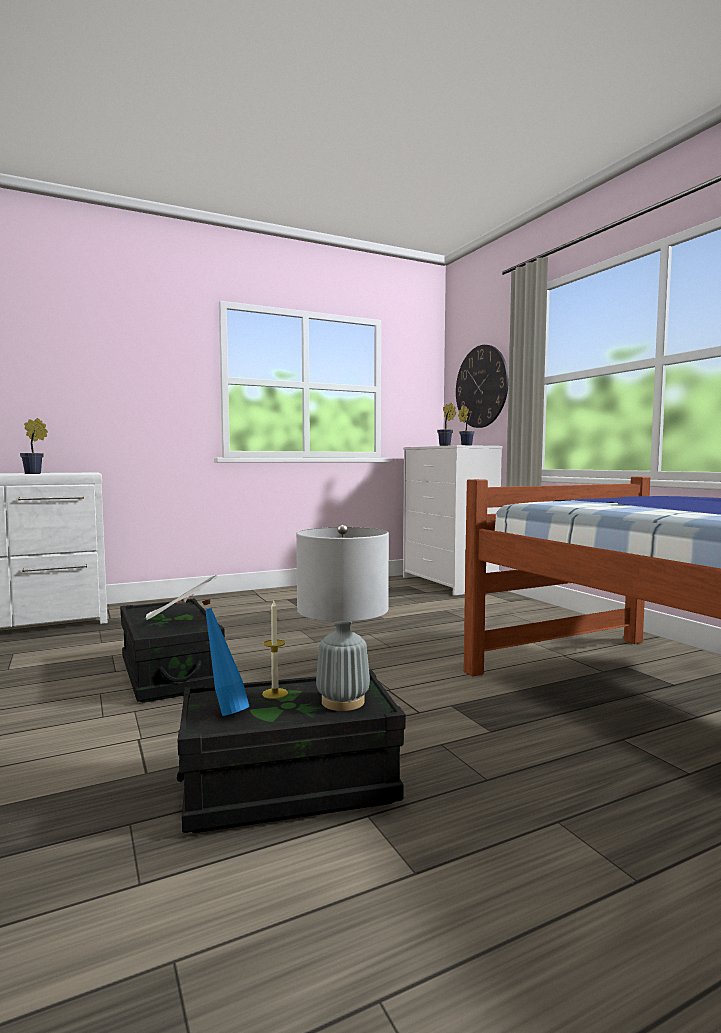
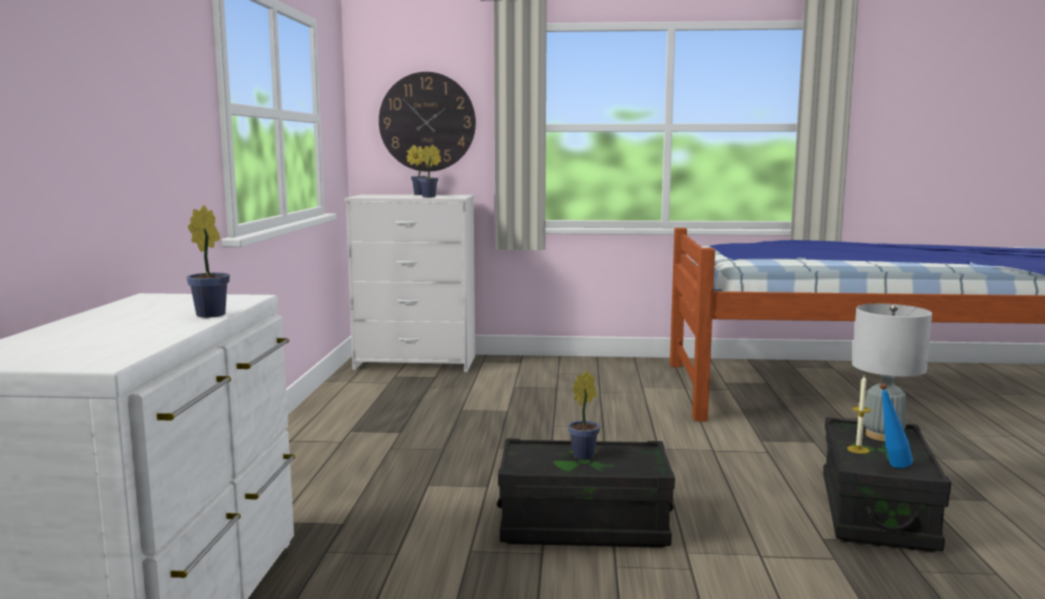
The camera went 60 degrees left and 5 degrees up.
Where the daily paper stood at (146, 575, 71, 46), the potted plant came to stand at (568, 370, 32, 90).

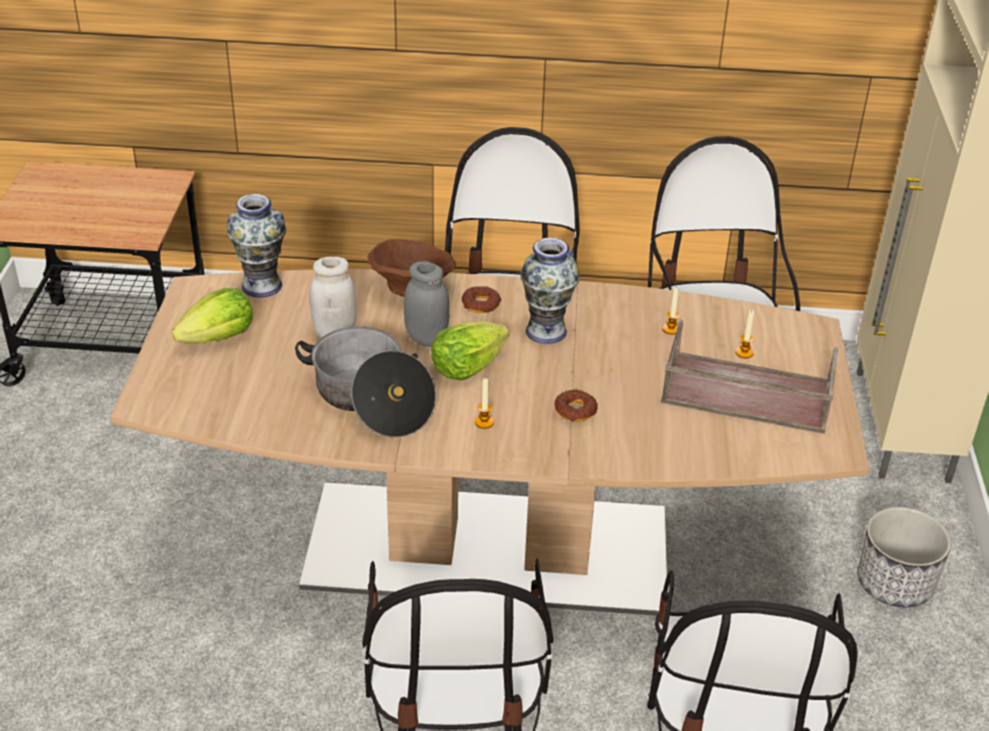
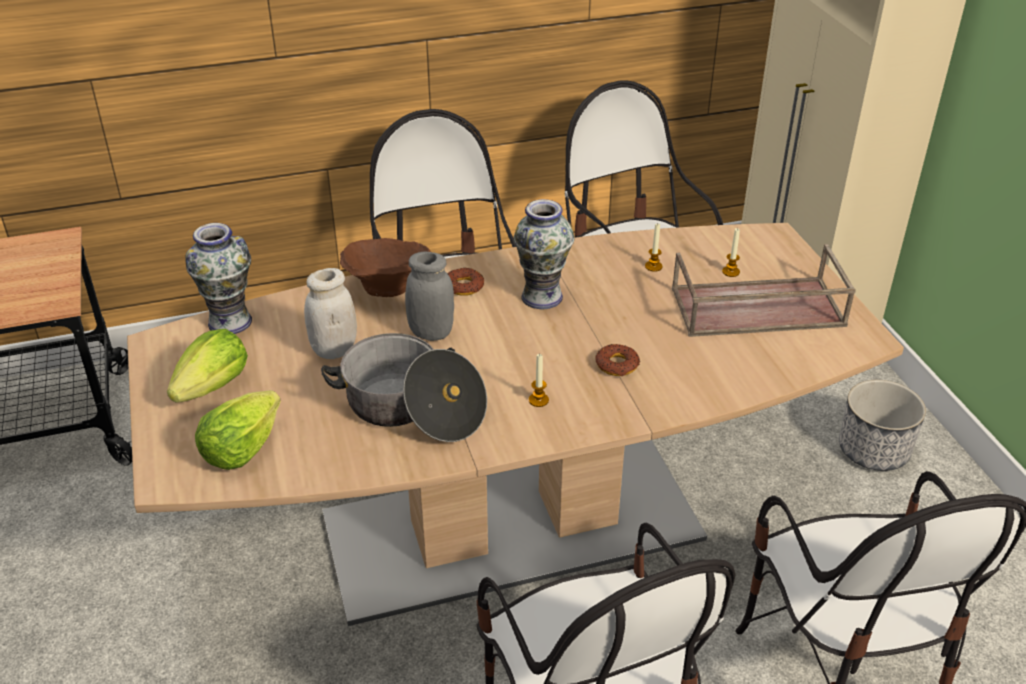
The camera went 20 degrees left and 0 degrees up.
The lettuce head ended up elsewhere, having gone from (431, 321, 78, 59) to (195, 390, 86, 80).

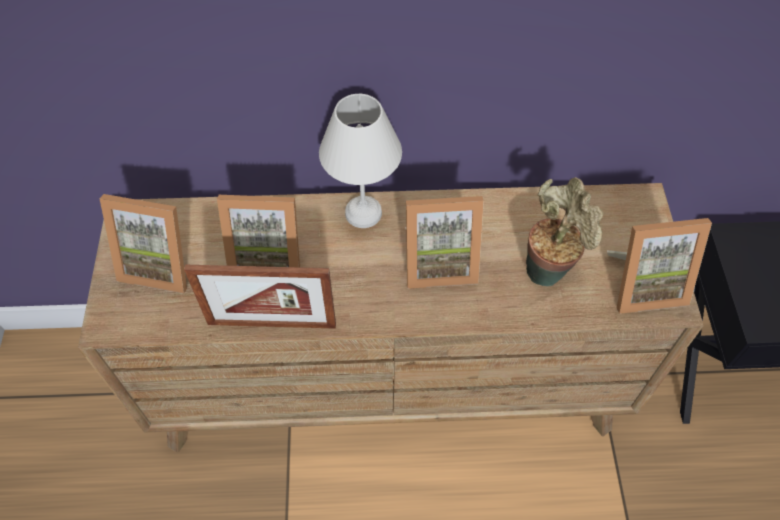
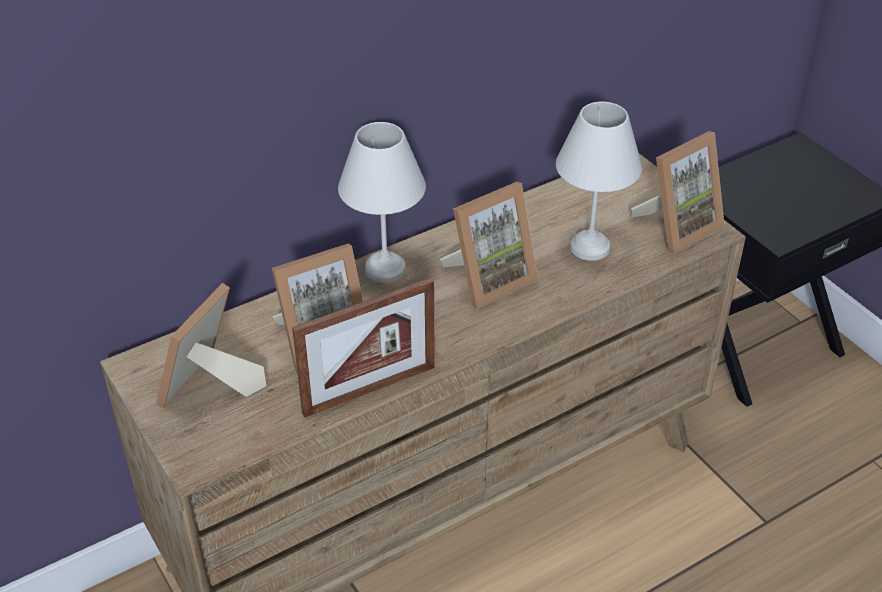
The camera went 30 degrees left and 15 degrees down.
The photo frame at (99, 194, 88, 100) ended up facing another way, 135 degrees clockwise from before.
Where the potted plant stood at (526, 177, 77, 109), the white-coloured lamp for a table came to stand at (556, 102, 86, 159).

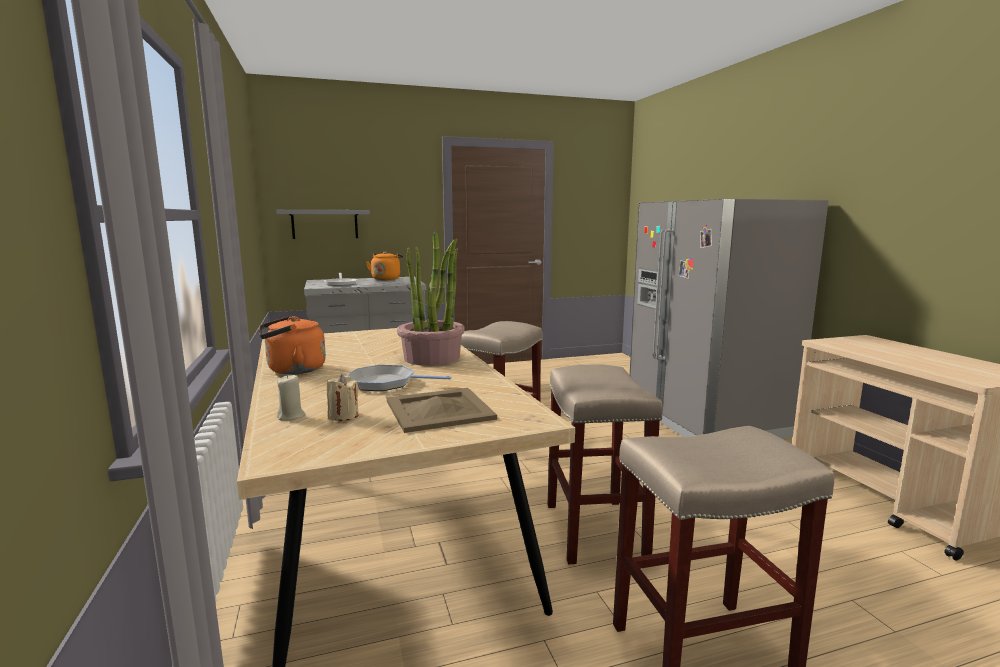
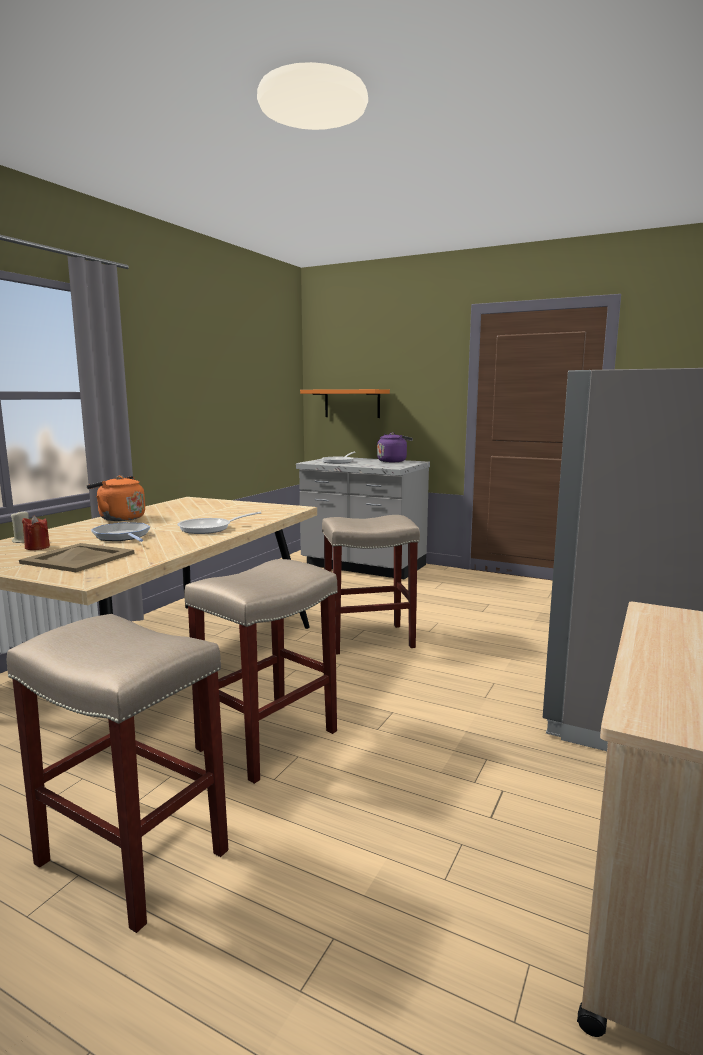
The camera went 45 degrees right and 0 degrees up.
What was the beige-coloured wax light at (327, 374, 32, 47) turned into the red-coloured wax light at (22, 515, 28, 35).
Where the potted plant stood at (397, 231, 68, 135), the skillet came to stand at (177, 512, 85, 22).
What was the greyish wall shelf at (276, 210, 94, 29) turned into the orangey wall shelf at (300, 389, 90, 29).
What was the orangey kettle at (366, 251, 37, 29) turned into the purplish kettle at (377, 432, 36, 30).

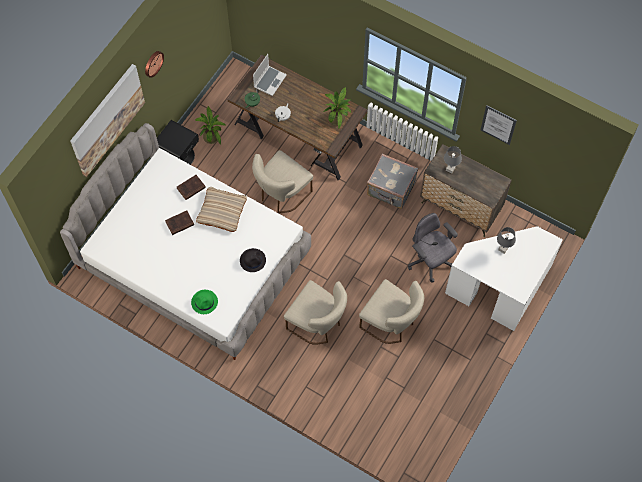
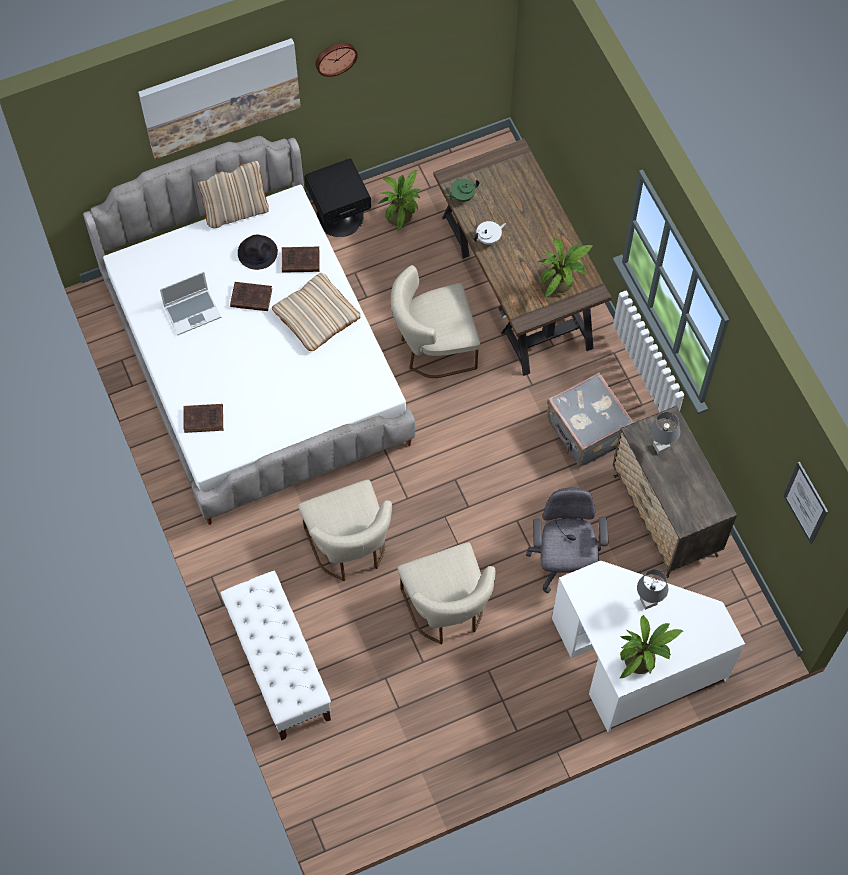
The camera went 35 degrees right and 0 degrees up.
The portable computer ended up elsewhere, having gone from (253, 54, 34, 42) to (160, 271, 61, 64).
Where the green-coloured clothing hat stood at (191, 290, 27, 24), the brown book came to stand at (183, 404, 40, 29).
The second view gained the beige-coloured throw pillow at (198, 161, 71, 67).
The second view gained the white-coloured indoor bench at (221, 571, 110, 170).
The black clothing hat ended up elsewhere, having gone from (240, 248, 26, 24) to (238, 235, 40, 35).
The second view gained the potted plant at (620, 615, 63, 63).
The picture ended up elsewhere, having gone from (481, 105, 36, 40) to (783, 462, 45, 82).

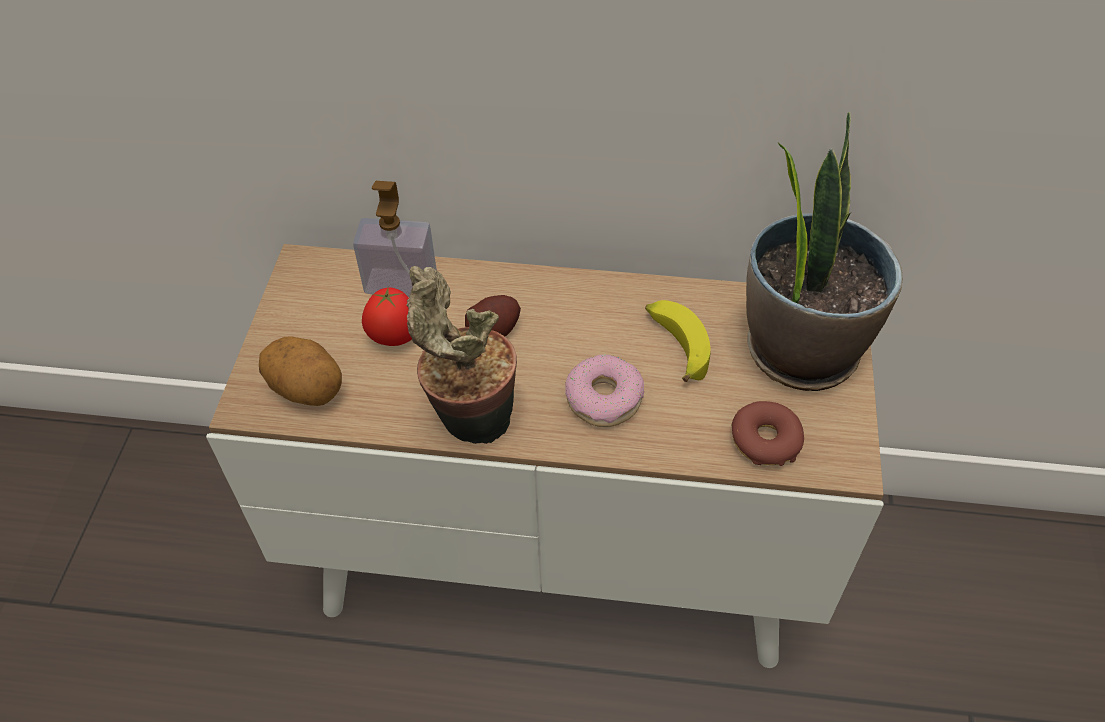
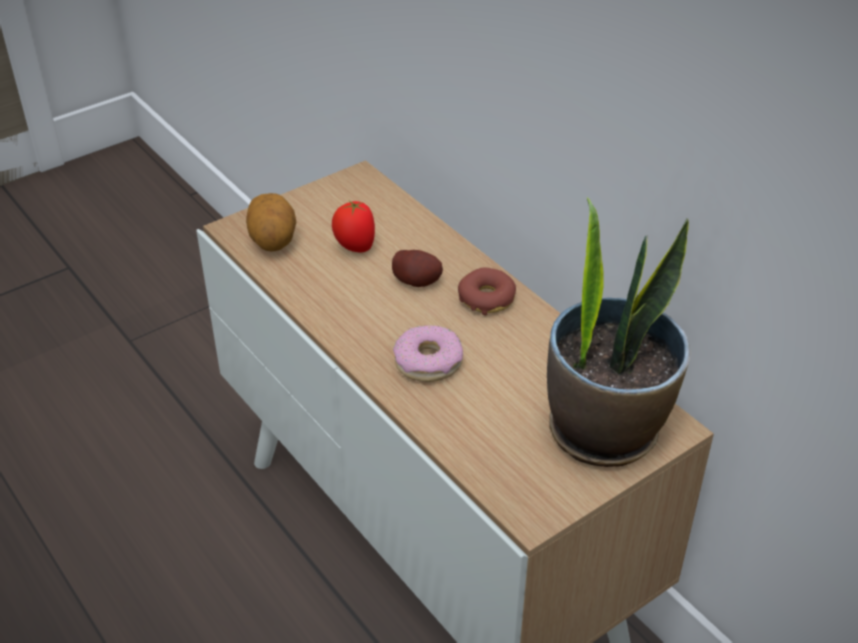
The camera went 45 degrees right and 10 degrees down.
The doughnut ended up elsewhere, having gone from (732, 401, 72, 65) to (458, 267, 58, 48).
The second view lost the liquid soap bottle at (353, 181, 84, 116).
The second view lost the potted plant at (406, 266, 111, 178).
The second view lost the banana fruit at (645, 300, 66, 82).

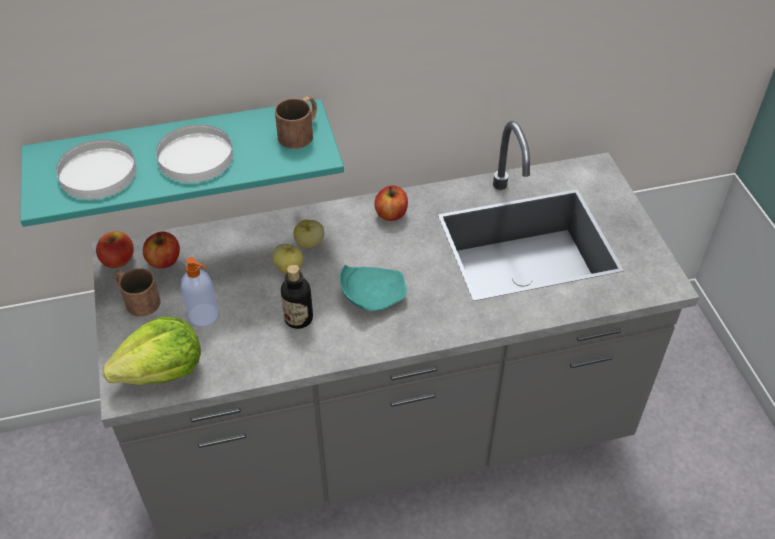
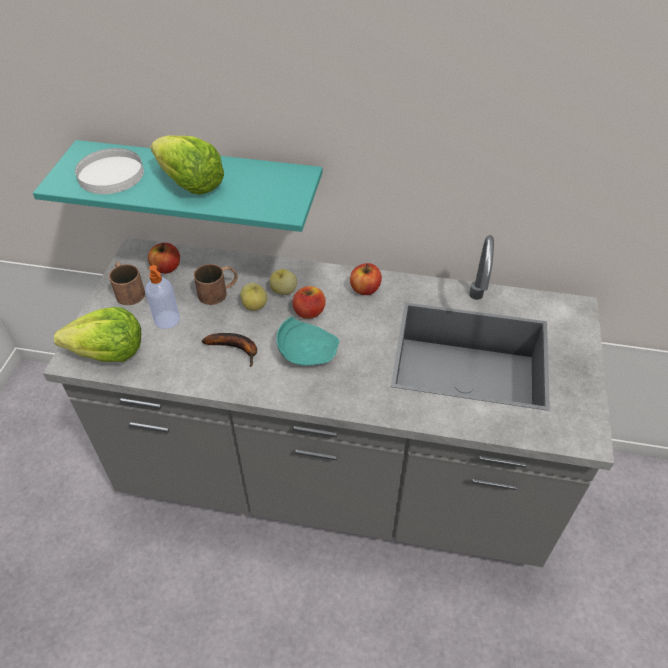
The camera went 25 degrees right and 0 degrees up.
Where the white-coloured dinner plate stood at (156, 124, 77, 59), the lettuce head came to stand at (150, 135, 74, 60).
The brown tea mug ended up elsewhere, having gone from (275, 96, 42, 53) to (194, 264, 44, 41).
Where the drink bottle stood at (281, 265, 32, 64), the banana fruit came to stand at (202, 333, 55, 34).
The whole apple ended up elsewhere, having gone from (96, 231, 38, 37) to (293, 286, 33, 33).

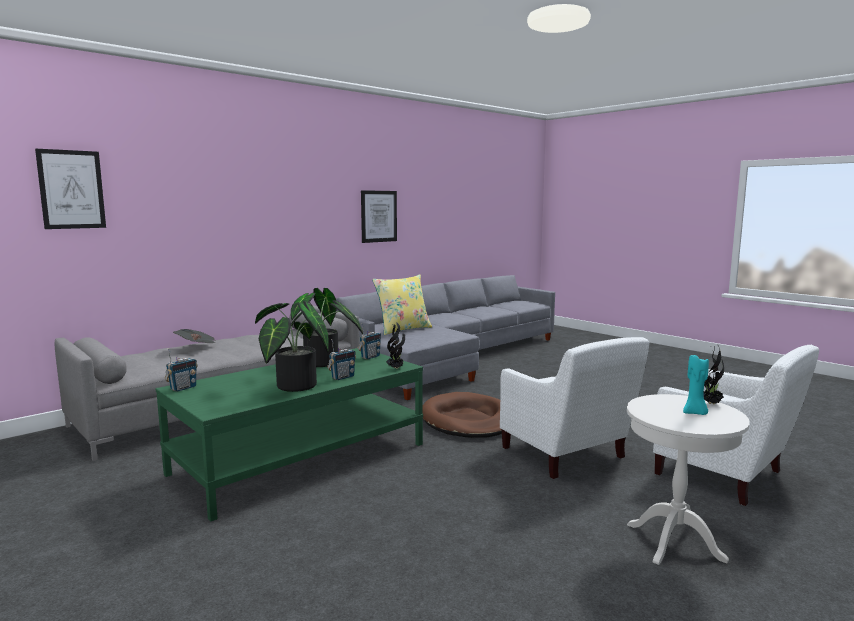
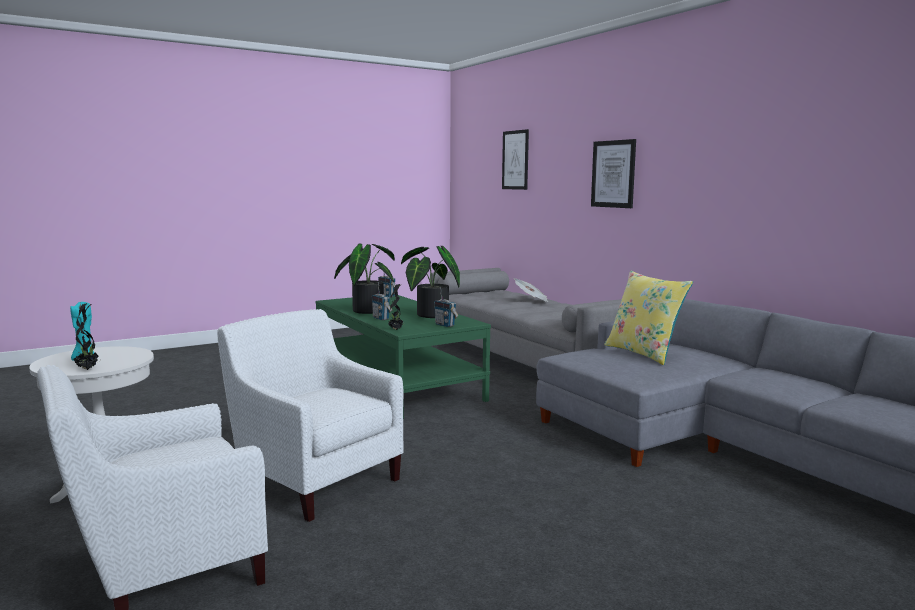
The camera went 100 degrees right and 0 degrees up.
The white-coloured lounge chair at (500, 337, 149, 142) ended up facing another way, 60 degrees clockwise from before.
The picture ended up elsewhere, having gone from (361, 190, 36, 53) to (591, 139, 45, 69).
The second view lost the brown dog bed at (423, 392, 79, 46).

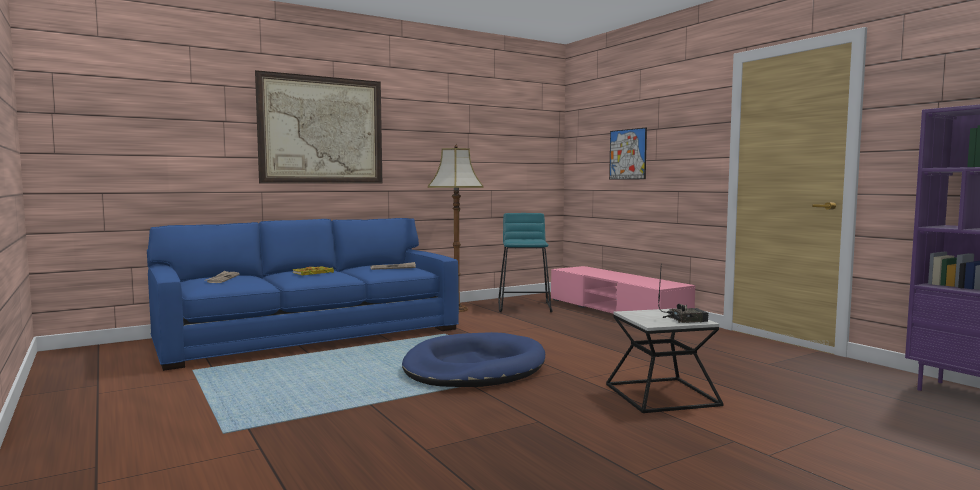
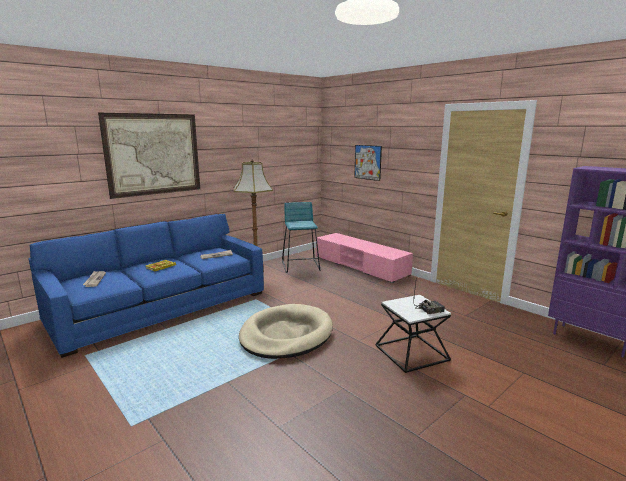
The camera went 10 degrees left and 10 degrees up.
What was the blue dog bed at (402, 332, 143, 55) turned into the beige-coloured dog bed at (239, 304, 94, 55).

